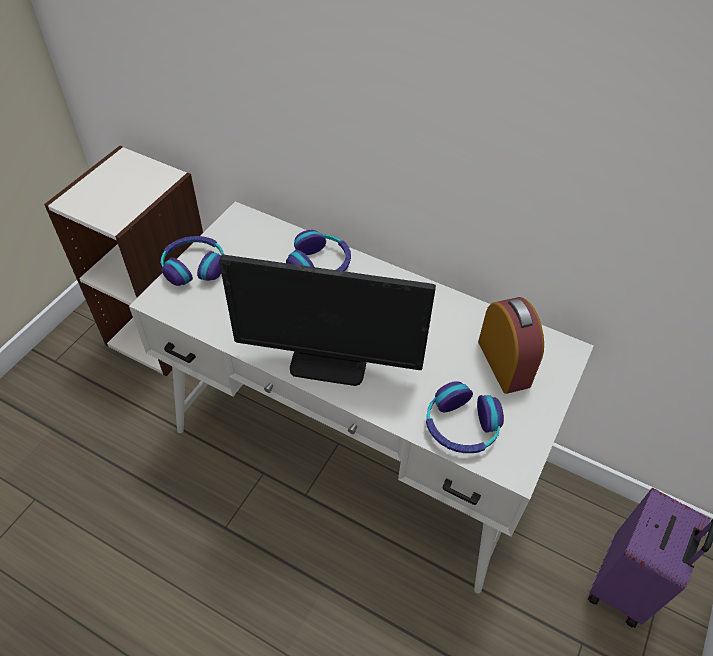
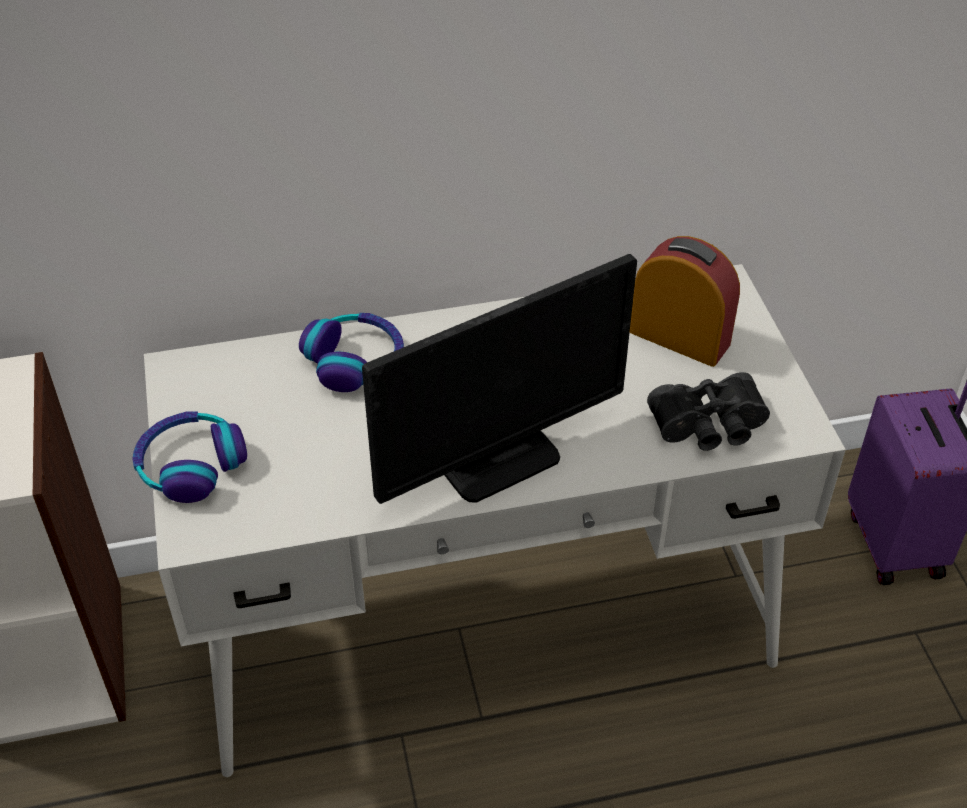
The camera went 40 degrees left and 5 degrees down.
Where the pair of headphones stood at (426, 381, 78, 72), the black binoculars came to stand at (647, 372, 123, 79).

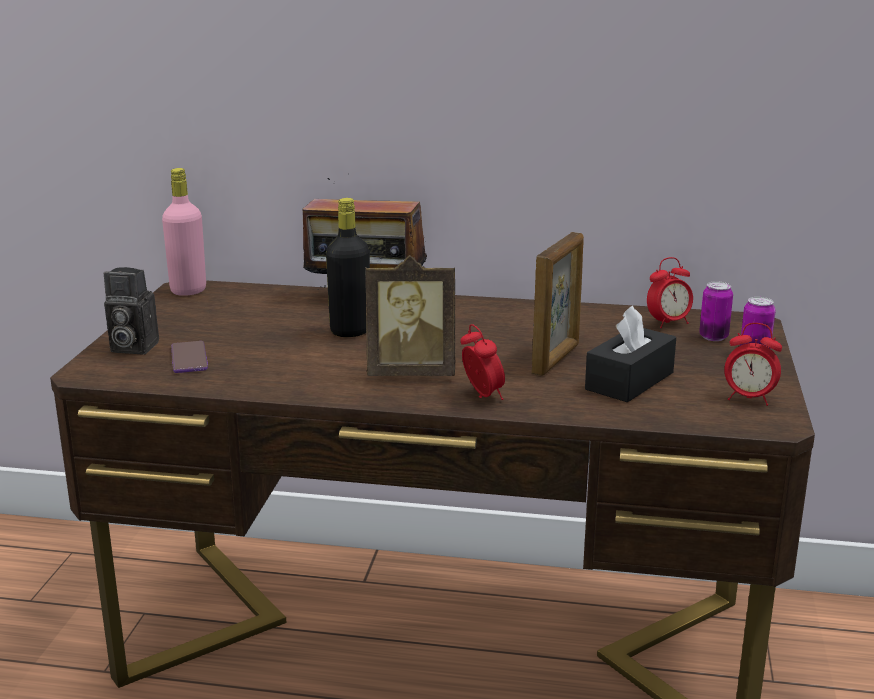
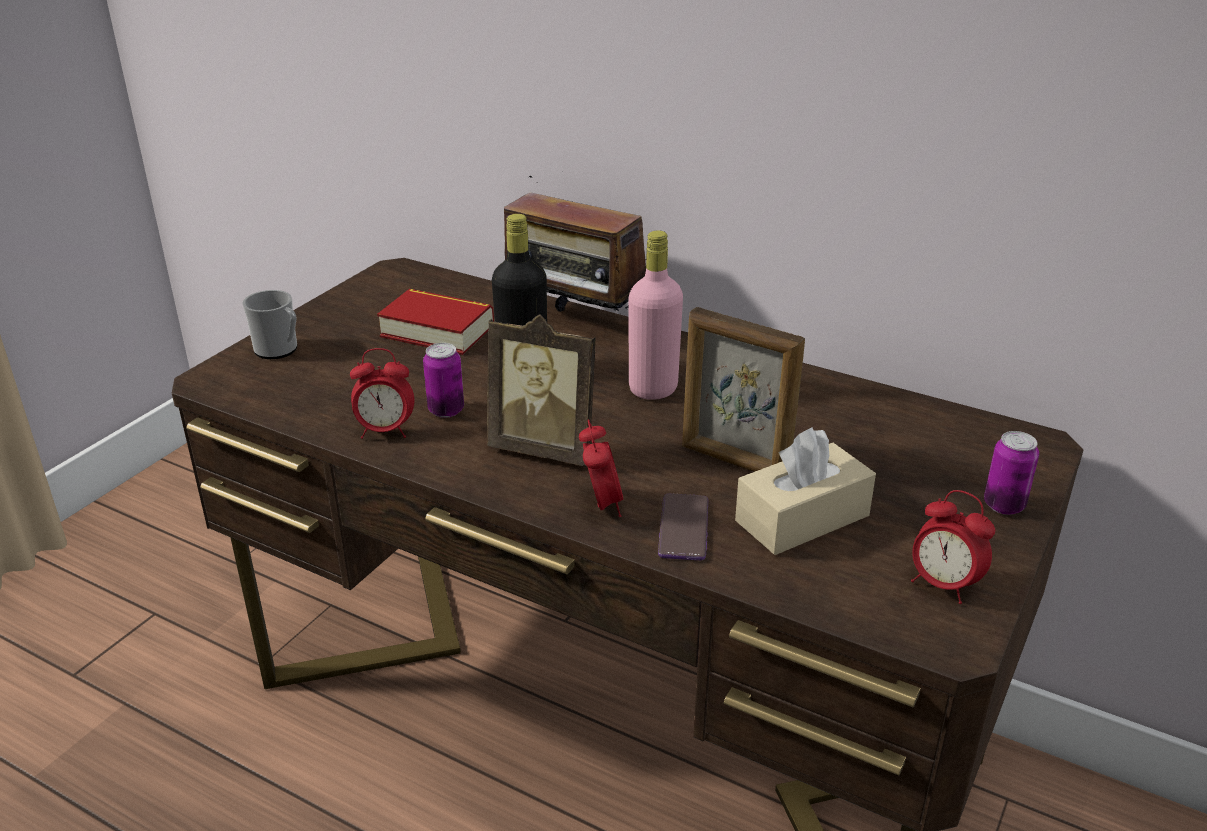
The camera went 20 degrees right and 10 degrees up.
Where the still camera stood at (104, 267, 55, 88), the tea mug came to stand at (242, 290, 55, 69).
The alarm clock ended up elsewhere, having gone from (647, 257, 46, 71) to (350, 348, 64, 91).
The second view gained the book at (377, 289, 117, 66).
The can ended up elsewhere, having gone from (699, 281, 34, 60) to (423, 343, 41, 75).
The pink drink bottle ended up elsewhere, having gone from (162, 168, 44, 128) to (628, 231, 55, 169).
The phone ended up elsewhere, having gone from (171, 341, 37, 32) to (658, 493, 50, 67).
The photo frame at (532, 232, 52, 144) ended up facing another way, 75 degrees clockwise from before.
What was the black tissue box at (585, 305, 91, 97) turned into the beige-coloured tissue box at (735, 428, 141, 127).

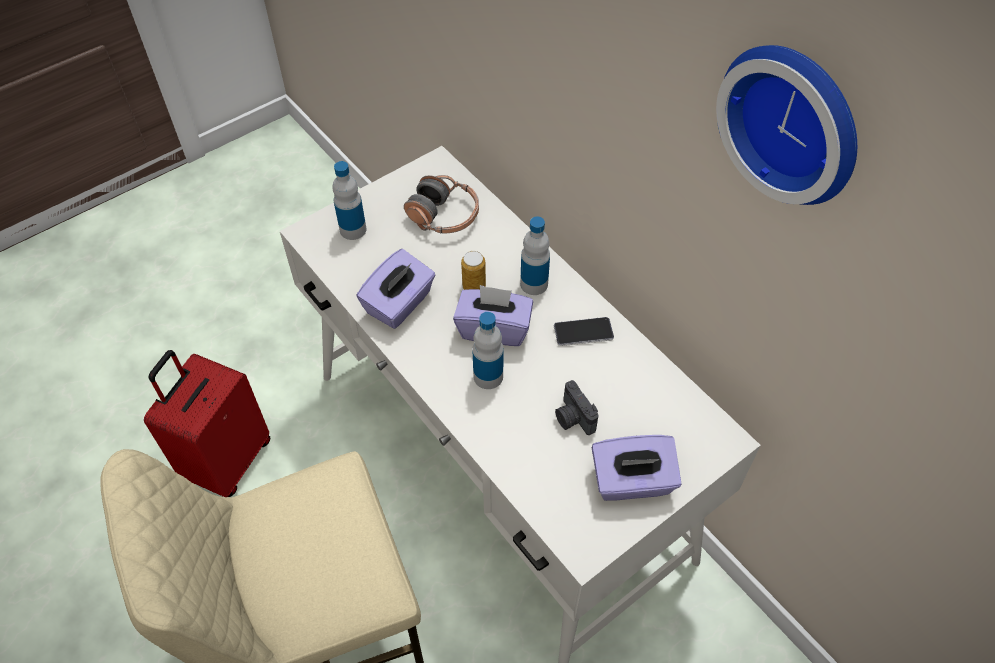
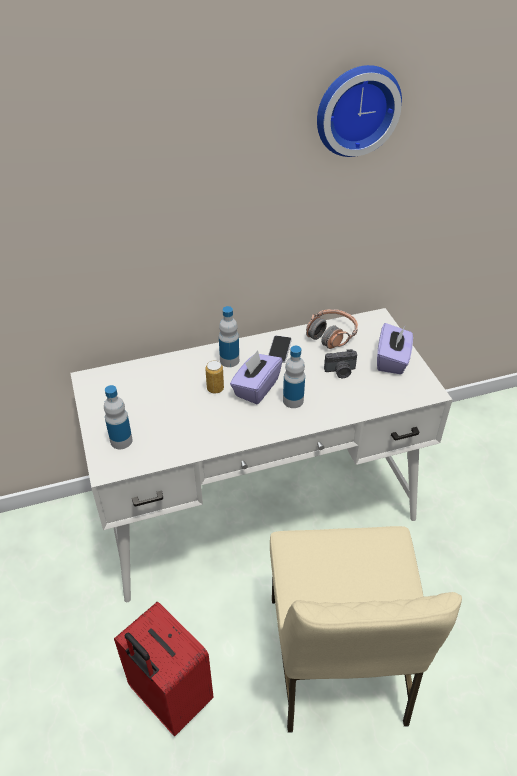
The camera went 70 degrees left and 10 degrees down.
The pair of headphones ended up elsewhere, having gone from (404, 175, 75, 59) to (306, 309, 52, 40).
The second view lost the purplish tissue box at (356, 249, 79, 80).

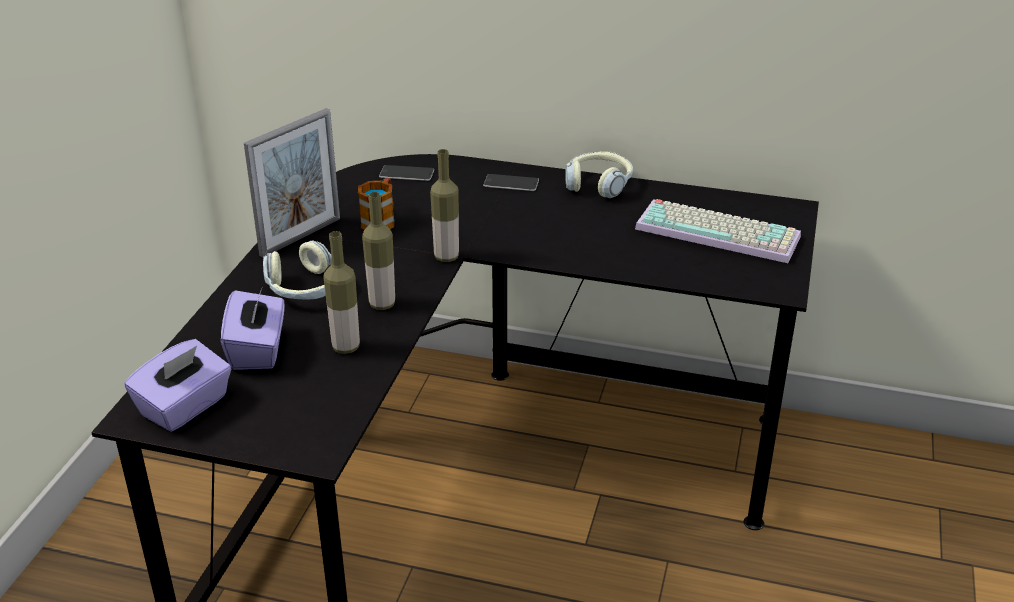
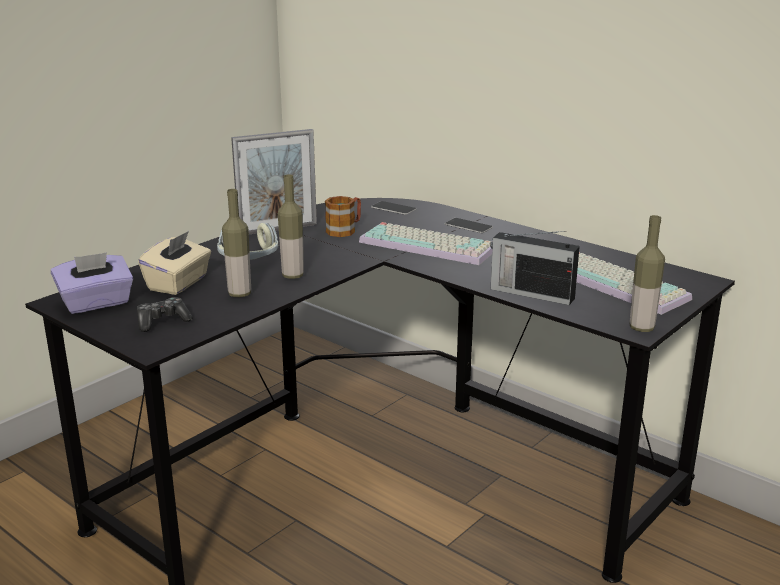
The camera went 25 degrees right and 10 degrees down.
The second view gained the game controller at (137, 297, 56, 35).
What was the purplish tissue box at (221, 286, 64, 84) turned into the beige-coloured tissue box at (138, 231, 73, 64).
The second view gained the keyboard at (359, 222, 133, 43).
The second view gained the radio receiver at (490, 231, 90, 74).
The drink bottle ended up elsewhere, having gone from (430, 149, 29, 113) to (629, 215, 36, 117).
The second view lost the pair of headphones at (565, 151, 68, 47).

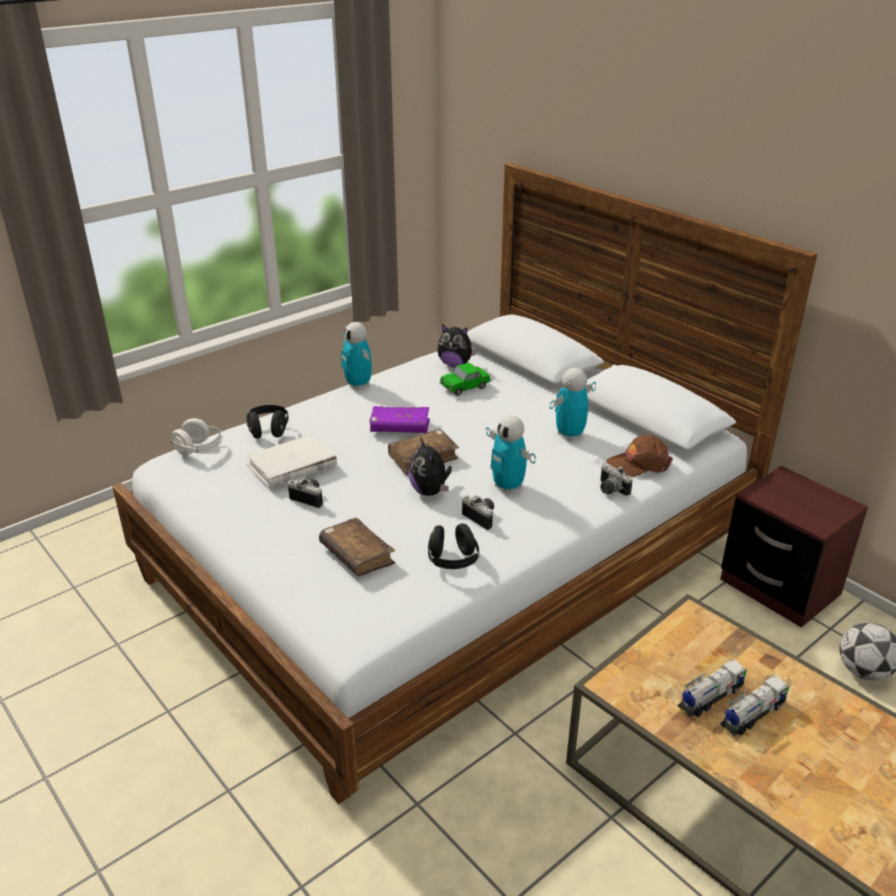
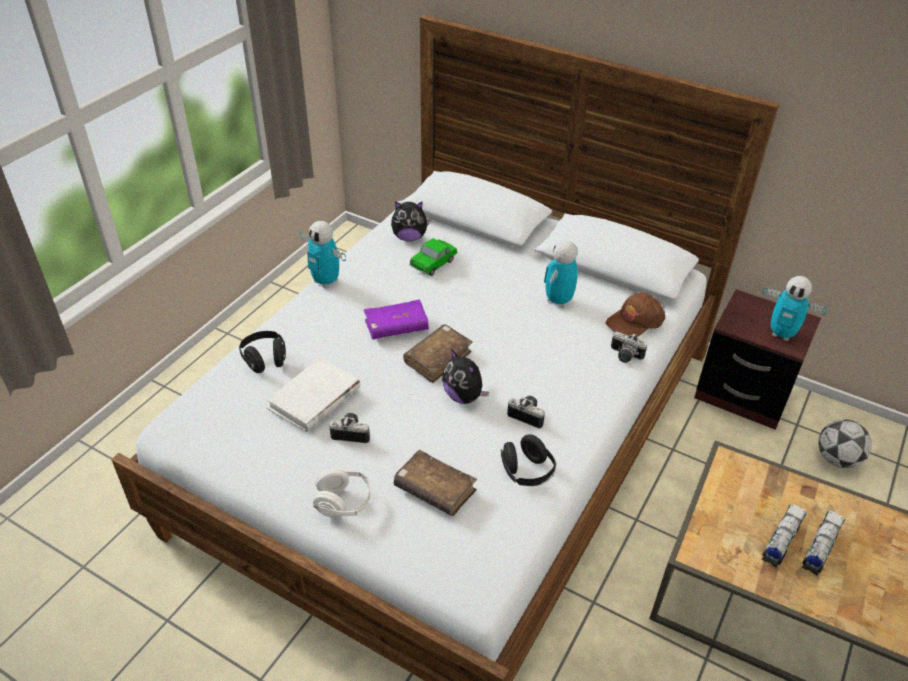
The camera went 20 degrees left and 10 degrees up.
The white-coloured pair of headphones ended up elsewhere, having gone from (170, 418, 53, 37) to (313, 468, 60, 50).
The model robot ended up elsewhere, having gone from (486, 415, 50, 79) to (763, 276, 64, 65).

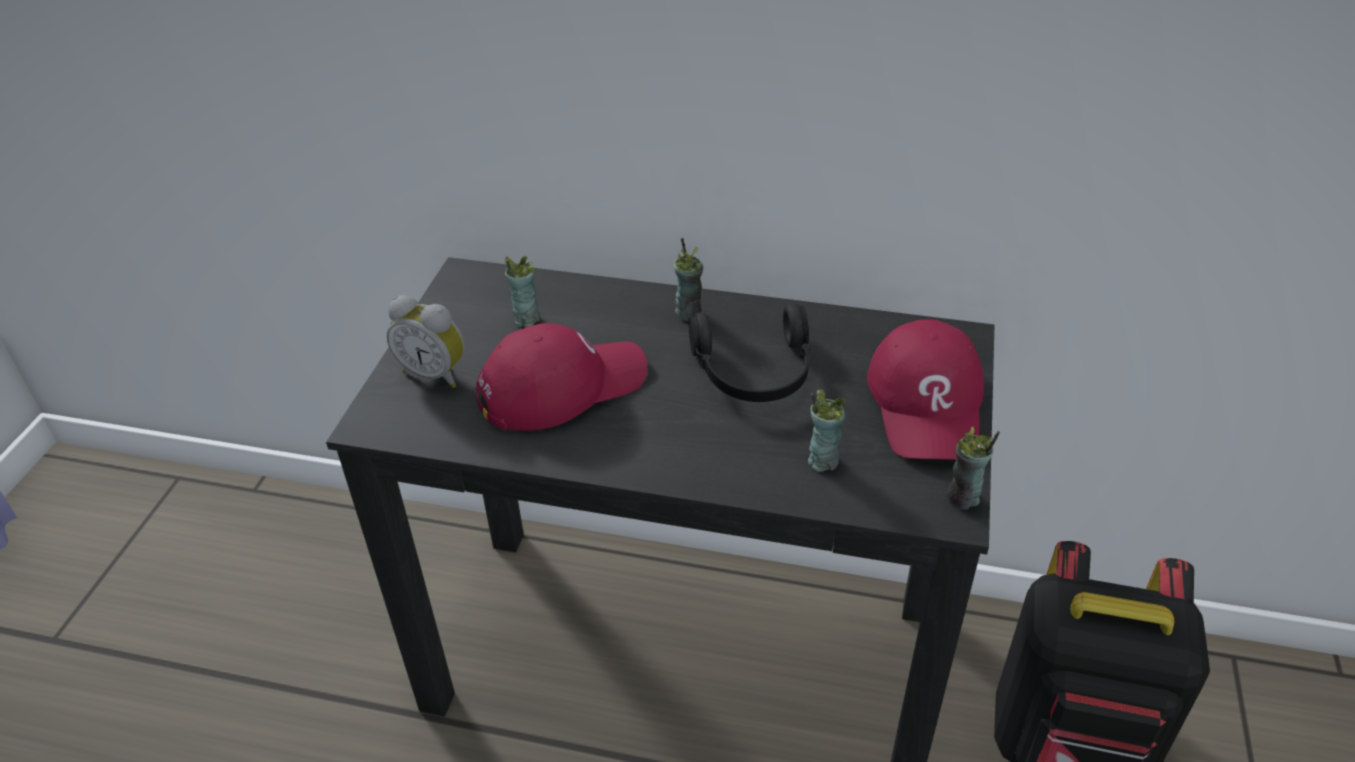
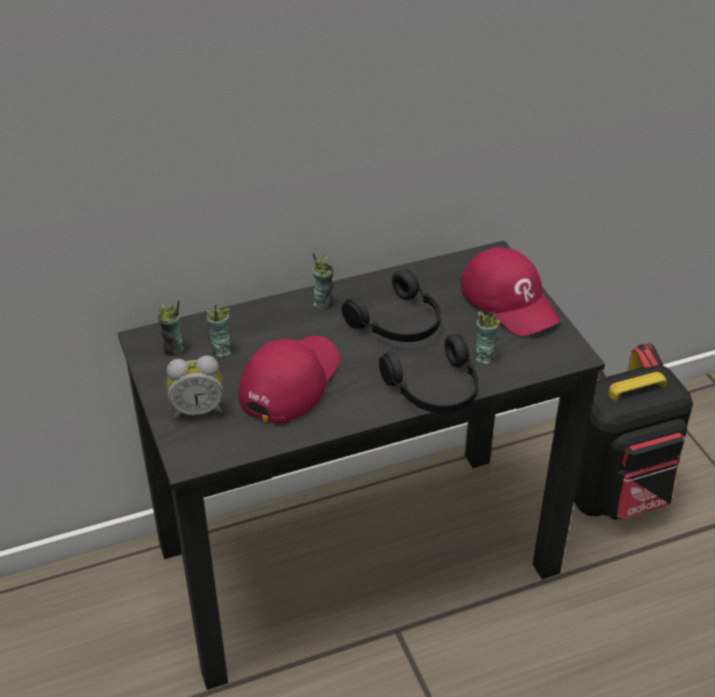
The camera went 35 degrees left and 0 degrees up.
The drinking cup ended up elsewhere, having gone from (947, 427, 53, 83) to (157, 299, 27, 58).
The second view gained the black pair of headphones at (379, 334, 99, 79).

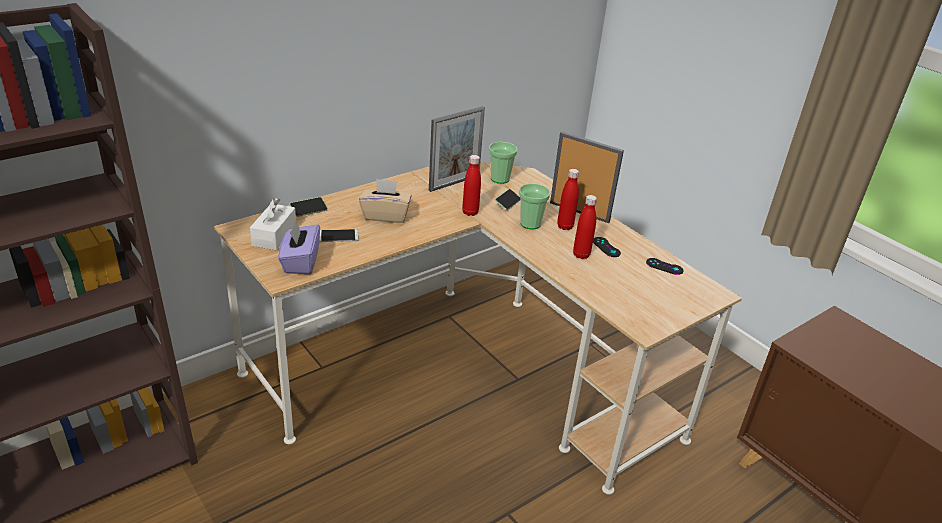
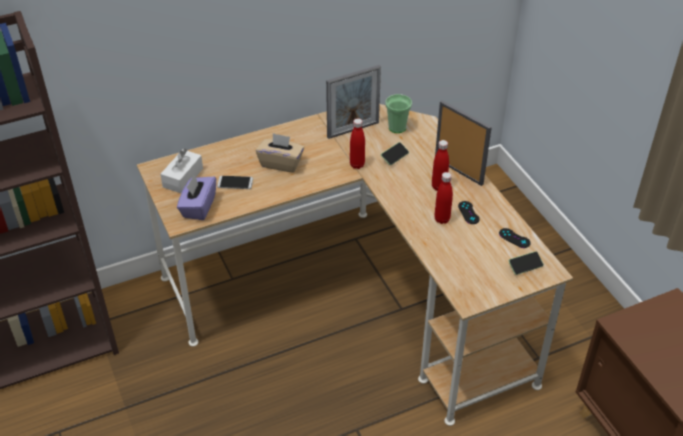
The camera went 15 degrees right and 10 degrees up.
The phone ended up elsewhere, having gone from (289, 197, 39, 20) to (508, 251, 36, 24).
The second view lost the drinking cup at (519, 184, 32, 45).

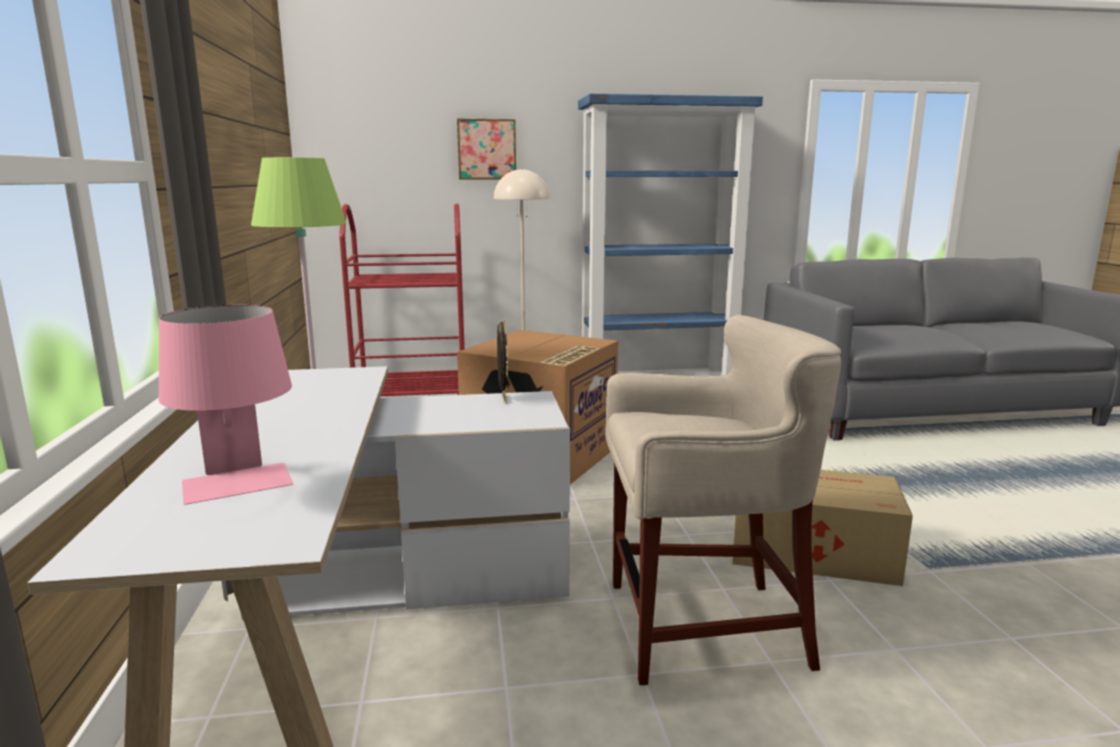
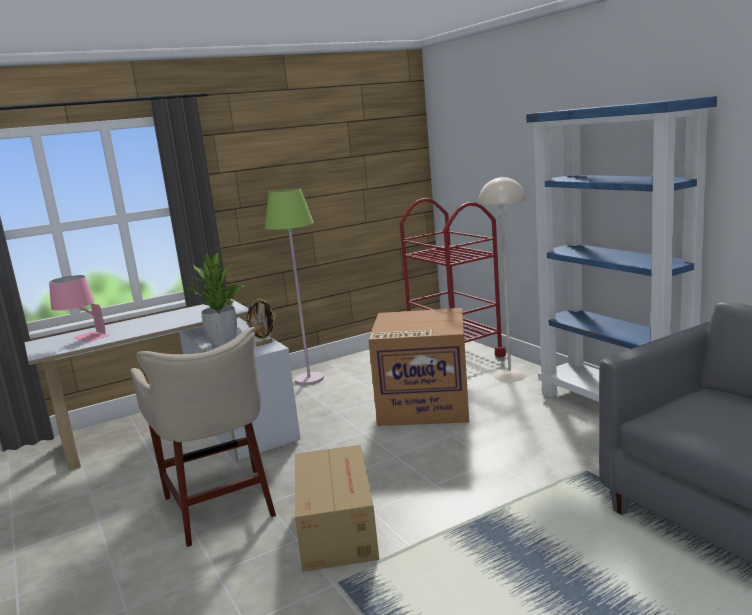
The camera went 70 degrees right and 0 degrees up.
The second view gained the potted plant at (187, 253, 59, 94).
The second view lost the picture at (457, 119, 59, 60).

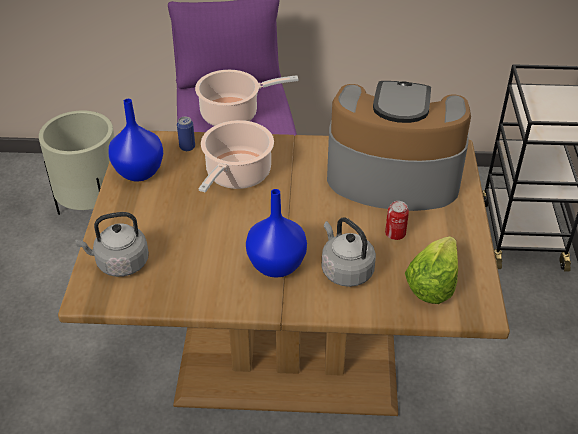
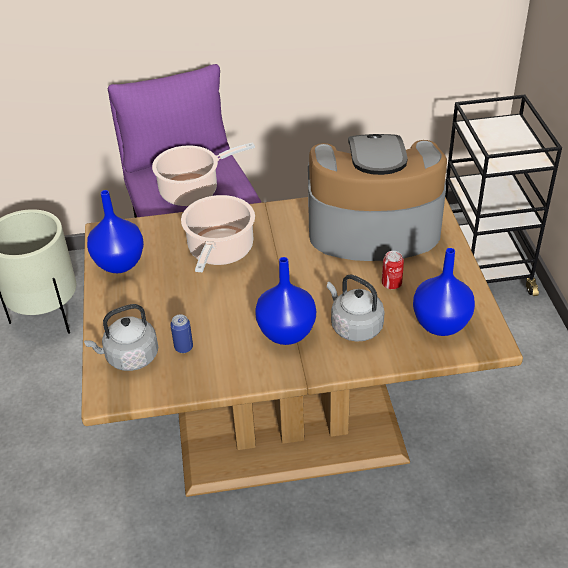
The camera went 10 degrees left and 0 degrees up.
The can ended up elsewhere, having gone from (177, 117, 18, 34) to (170, 314, 23, 39).
Where the lettuce head stood at (405, 236, 53, 68), the blue vase came to stand at (413, 248, 62, 88).

